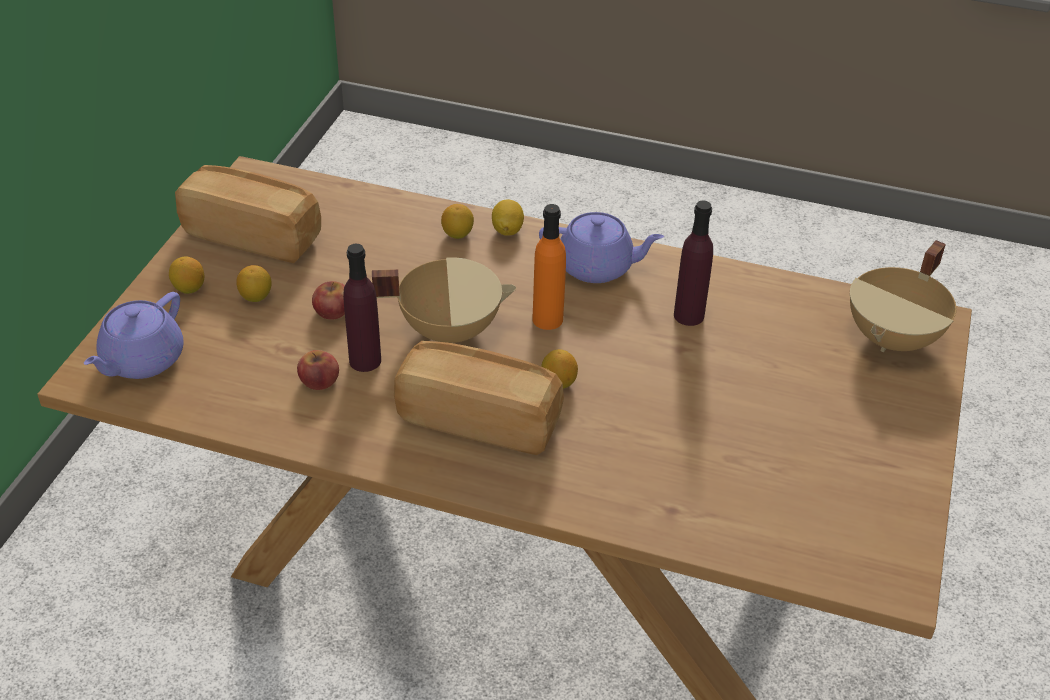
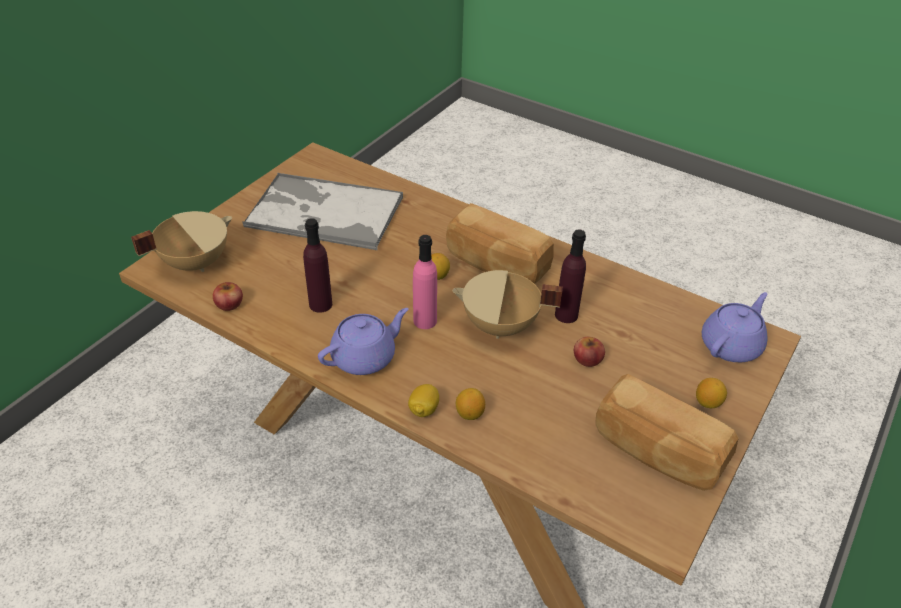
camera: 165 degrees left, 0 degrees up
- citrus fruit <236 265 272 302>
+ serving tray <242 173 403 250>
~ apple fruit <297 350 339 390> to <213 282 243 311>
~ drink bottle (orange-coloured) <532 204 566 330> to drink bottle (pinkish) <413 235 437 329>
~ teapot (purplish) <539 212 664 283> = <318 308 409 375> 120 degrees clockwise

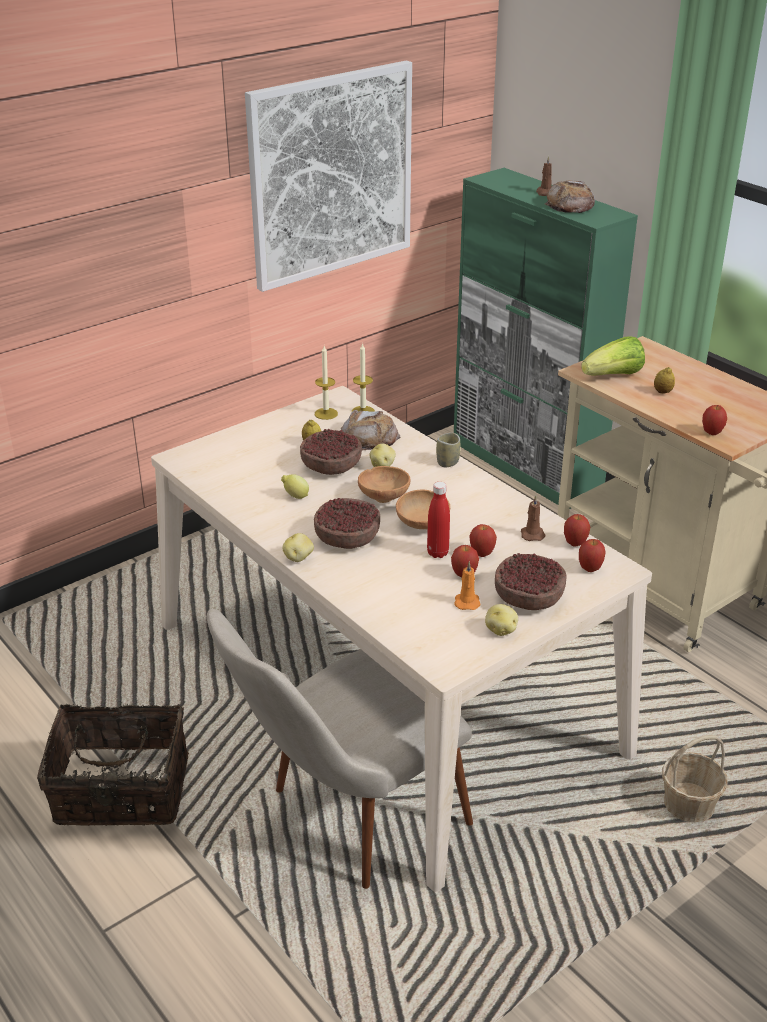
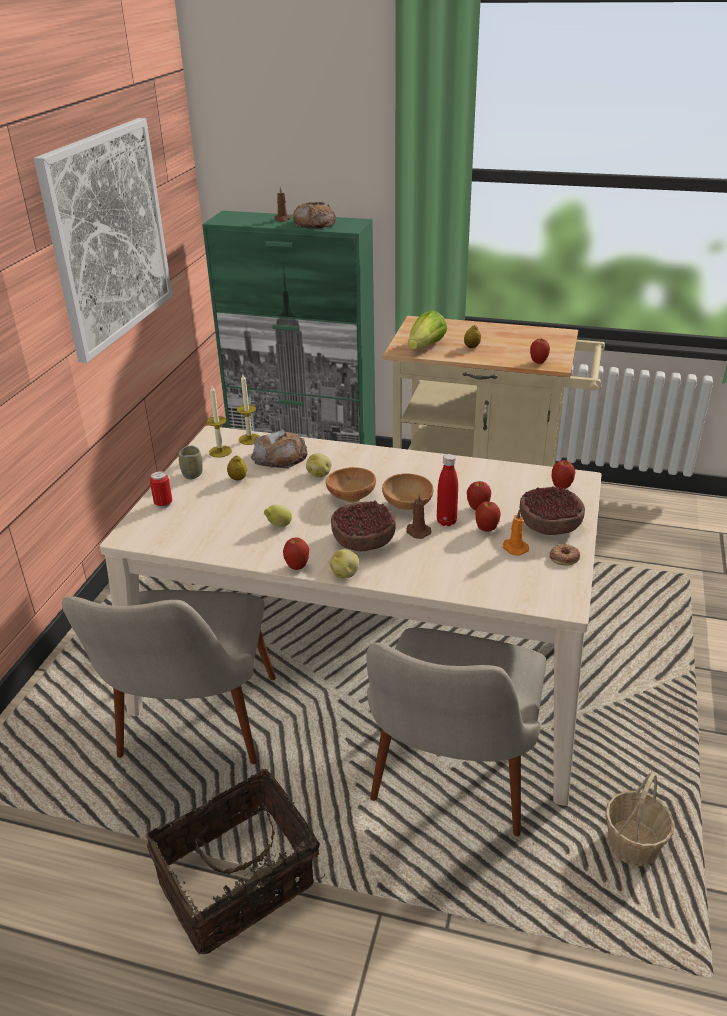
camera: 35 degrees left, 0 degrees up
- deep dish <300 429 362 475>
+ chair (beige-coloured) <62 590 276 764>
+ sealed can <150 471 172 508>
~ small cup <436 433 461 467> to <179 445 203 479>
~ wax light (brownish) <521 495 546 541> to <406 494 431 539>
~ apple fruit <564 514 590 546> to <283 538 309 570>
~ household basket <662 735 728 823> to <605 773 674 866>
~ spud <485 604 518 636> to donut <549 544 580 565>

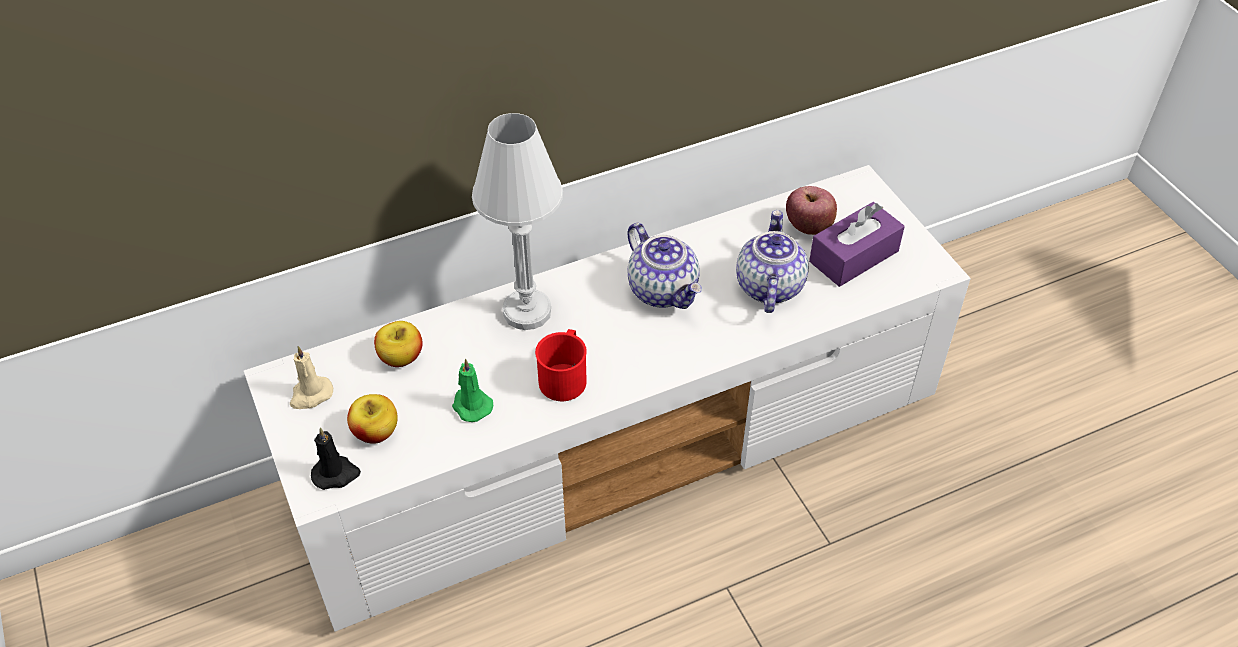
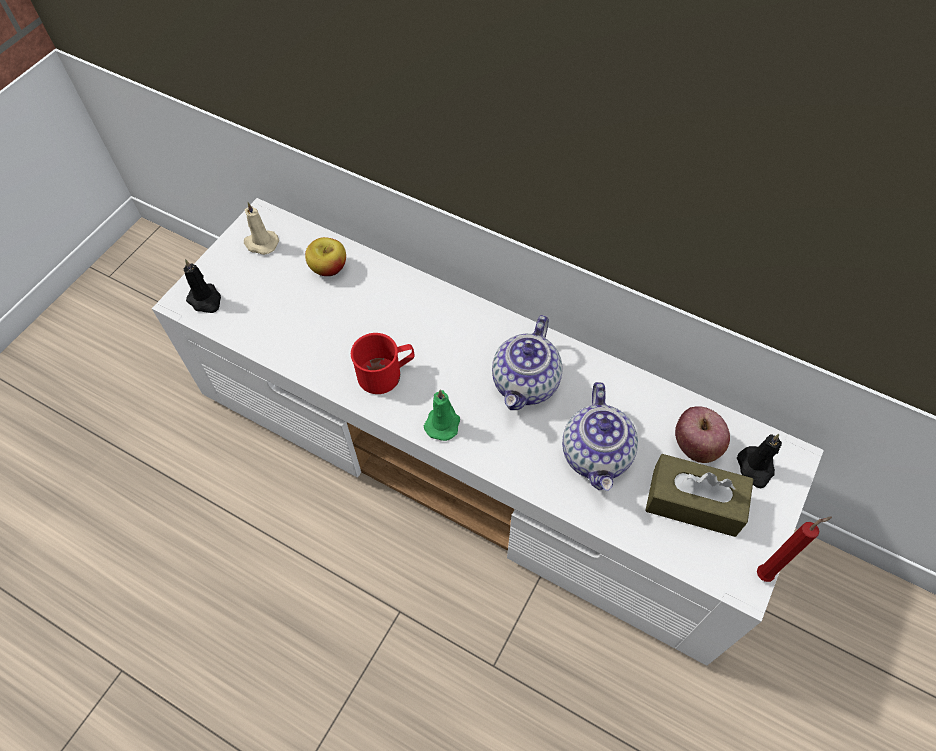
camera: 55 degrees right, 10 degrees up
- apple fruit <347 394 398 444>
- tabletop lamp (whitish) <472 113 563 330>
+ wax light (black-coloured) <737 434 782 488>
+ wax light (red) <757 517 832 582>
~ wax light (green) <452 358 493 422> to <424 389 460 441>
~ tissue box (purplish) <809 202 905 287> to tissue box (brownish) <645 454 754 537>
~ teapot <736 210 809 313> = <562 382 638 491> 120 degrees clockwise

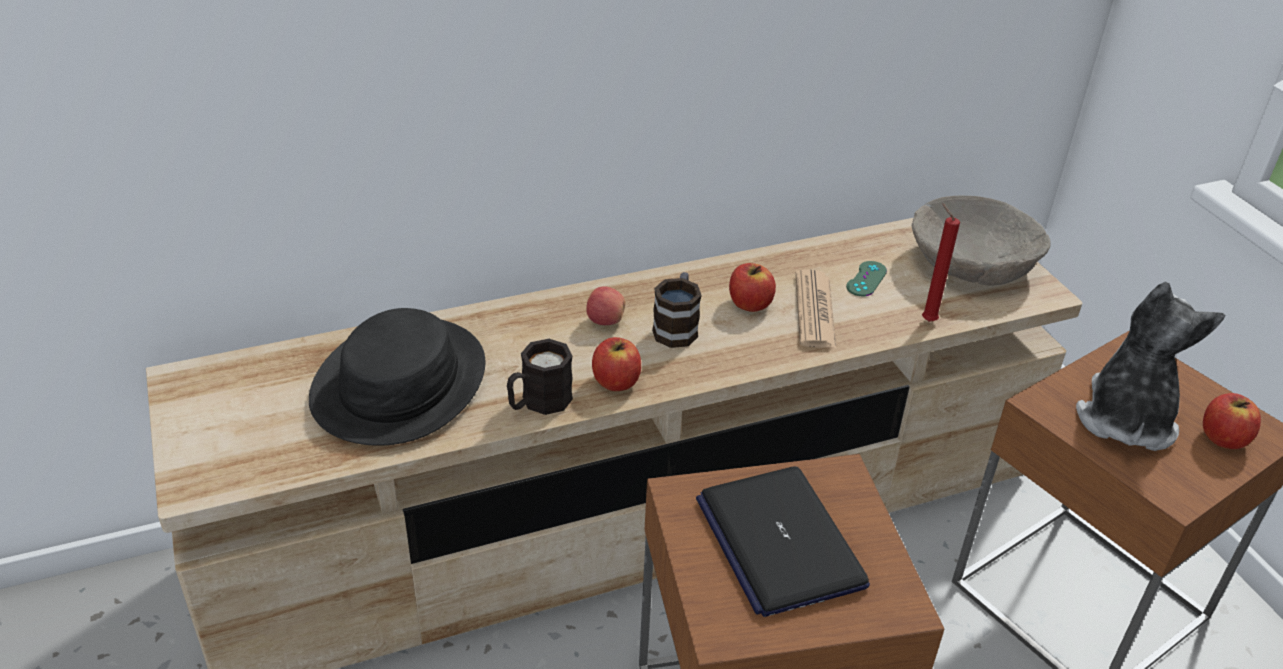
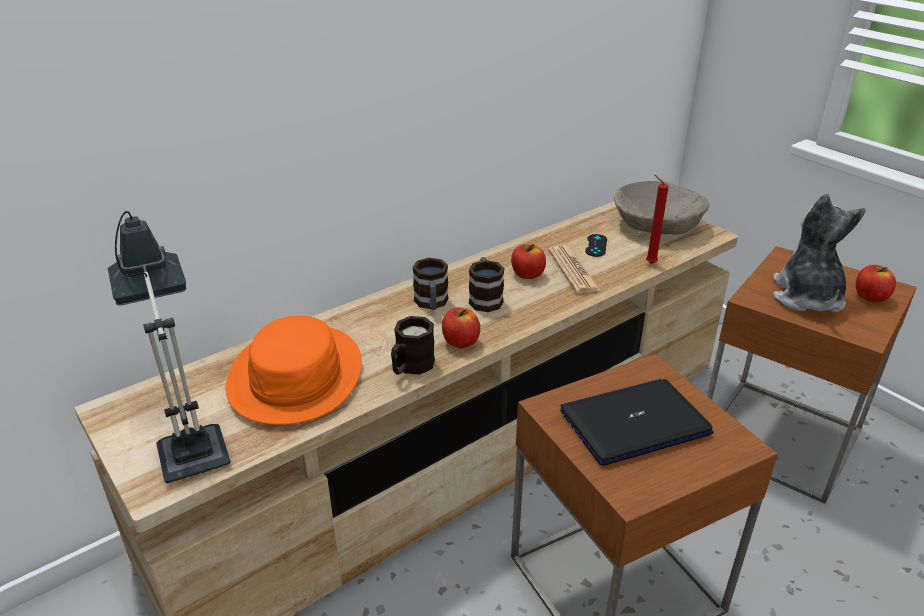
camera: 15 degrees left, 5 degrees down
+ tabletop lamp <108 211 231 483>
~ apple fruit <586 286 625 325> to tea mug <412 258 449 310>
~ clothing hat (black-coloured) <309 308 486 446> to clothing hat (orange-coloured) <226 316 362 425>
~ joypad (green) <846 261 887 296> to joypad (black-coloured) <585 234 607 257>
~ notebook computer <696 467 870 617> = <560 379 713 466> 105 degrees clockwise

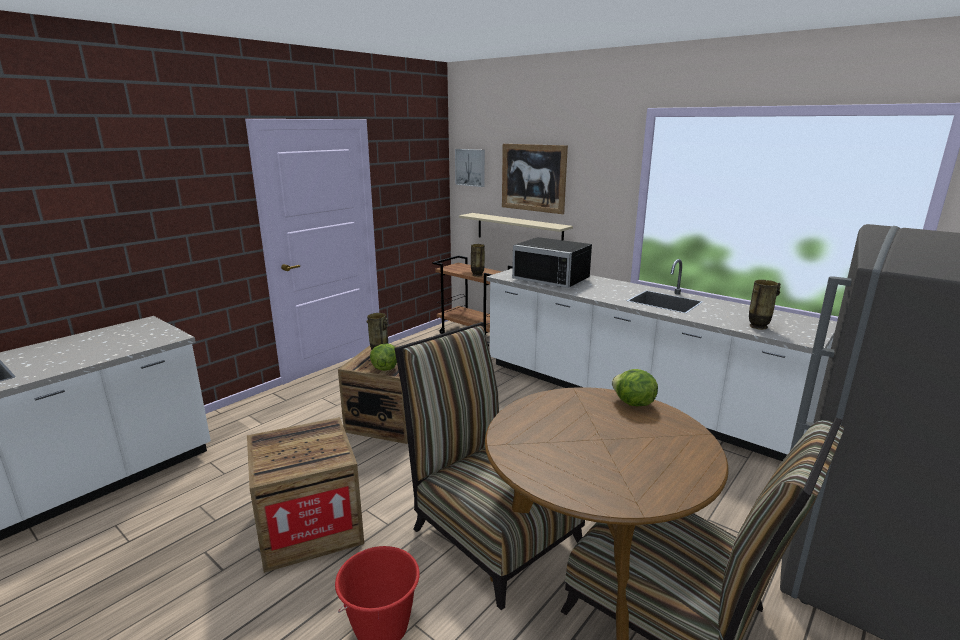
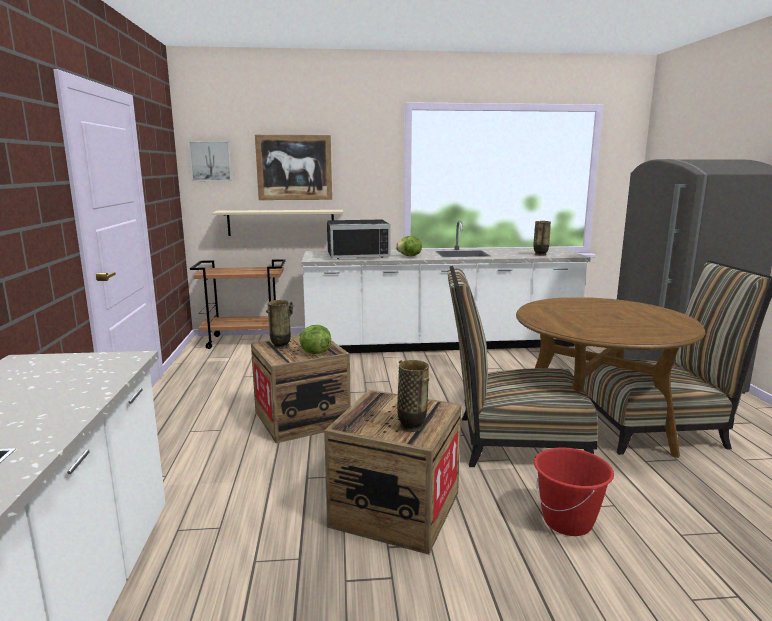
camera: 45 degrees left, 5 degrees down
~ flower vase <471 244 485 277> to <397 360 429 432>
~ lettuce head <612 369 658 406> to <396 236 422 256>

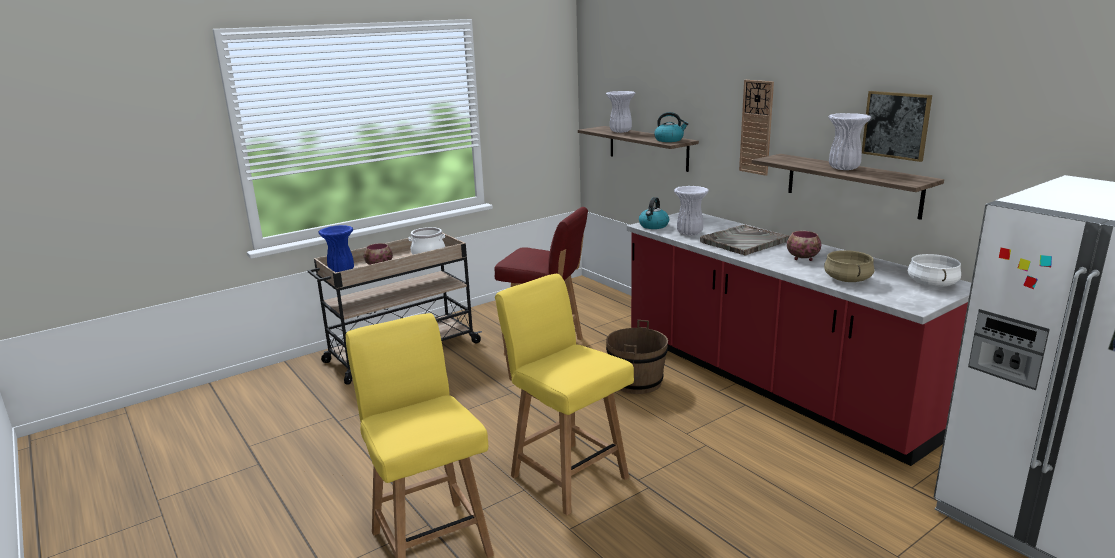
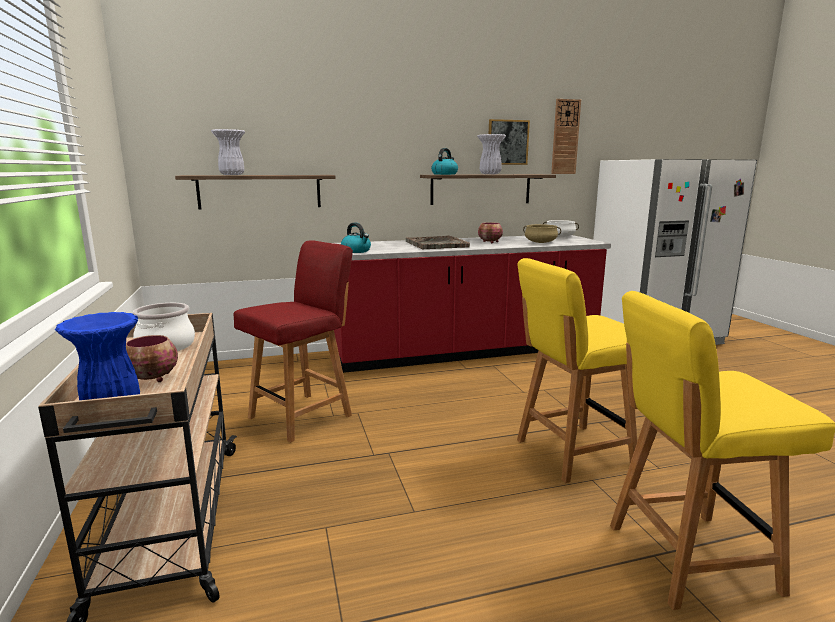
camera: 70 degrees left, 5 degrees down
- bucket (brownish) <606 320 668 394>
- flower vase (whitish) <674 186 709 235>
~ kettle <654 112 688 142> to <431 148 458 175>
~ wall clock <739 80 774 176> to <551 99 581 174>

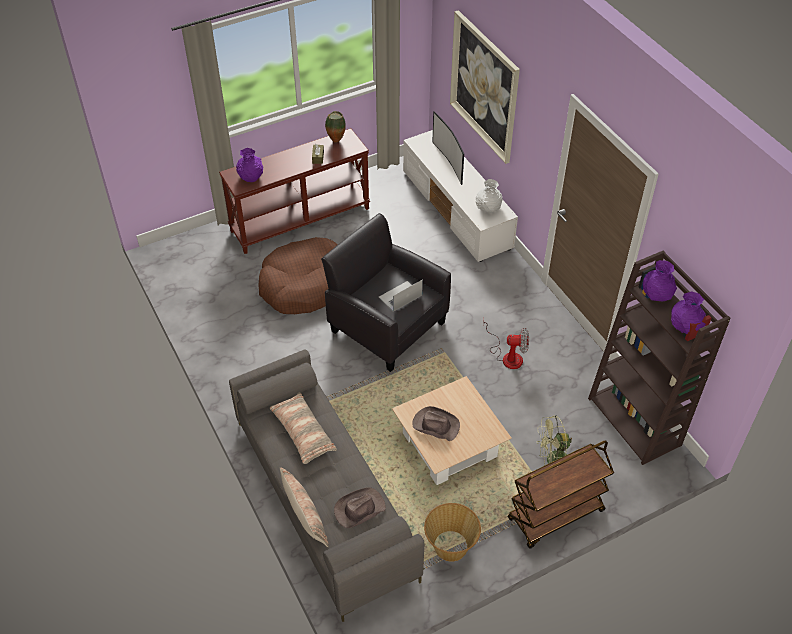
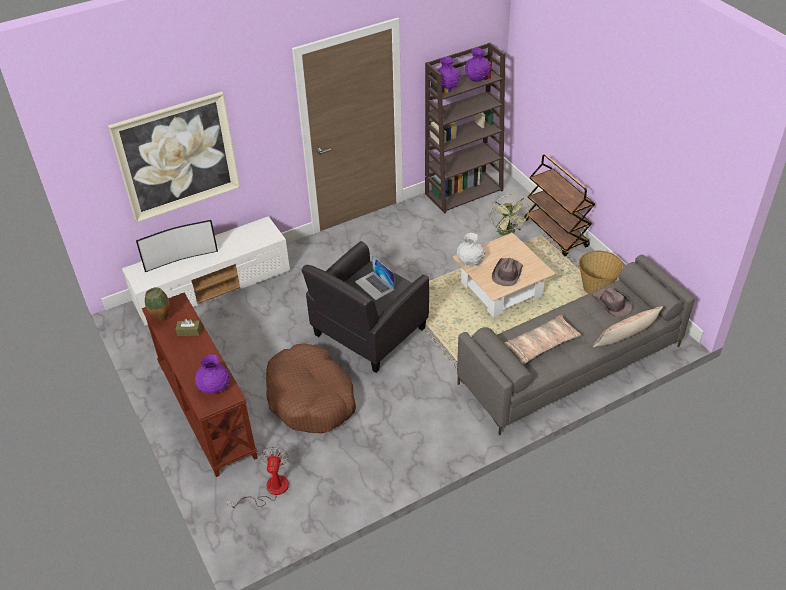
camera: 90 degrees left, 5 degrees down
~ flower vase (whitish) <476 179 503 213> to <457 233 485 266>
~ fan <483 318 529 369> to <227 447 289 508>

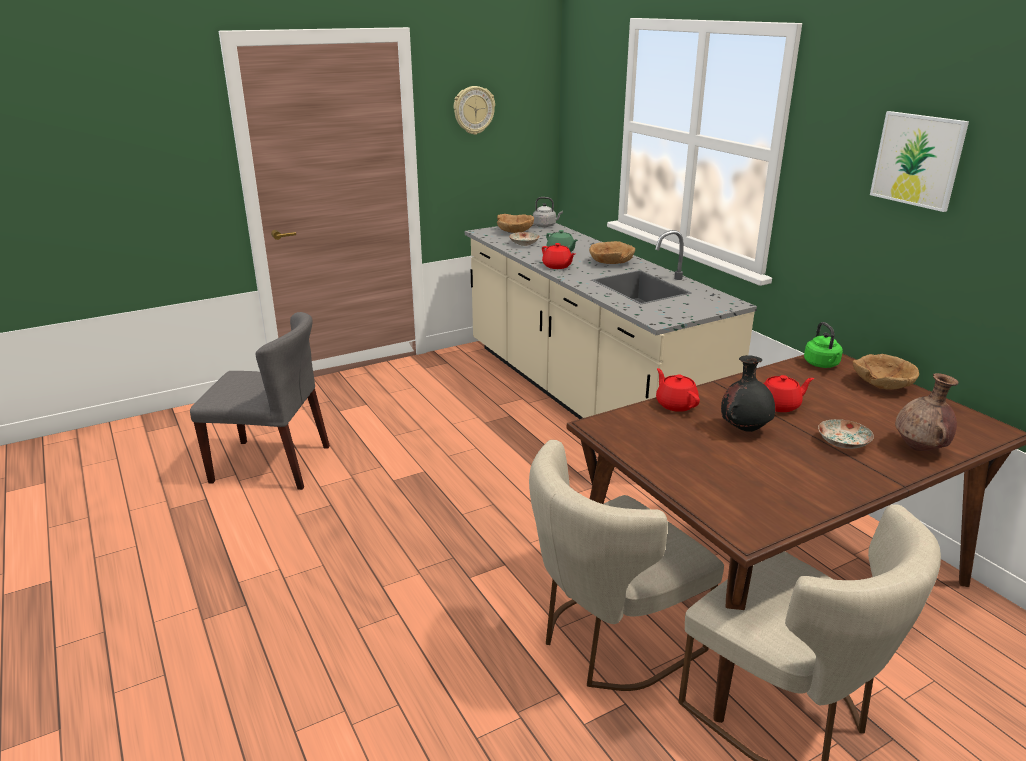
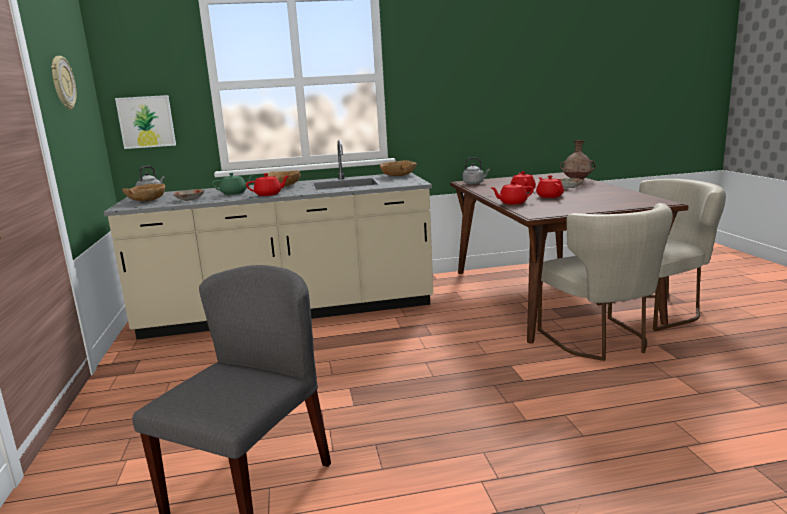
camera: 70 degrees left, 10 degrees down
~ deep dish (brownish) <853 354 919 390> to <380 160 417 176>
~ wall picture <870 111 969 212> to <115 95 176 149>
~ flower vase (black-coloured) <721 355 775 432> to teapot (red) <536 175 564 198>
~ kettle (green) <804 322 843 368> to kettle (grey) <463 158 490 184>

